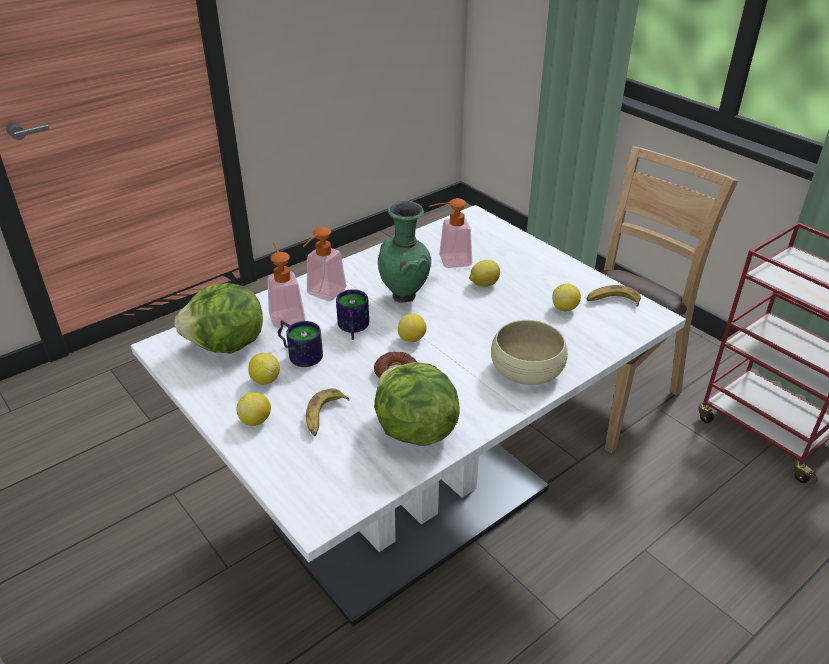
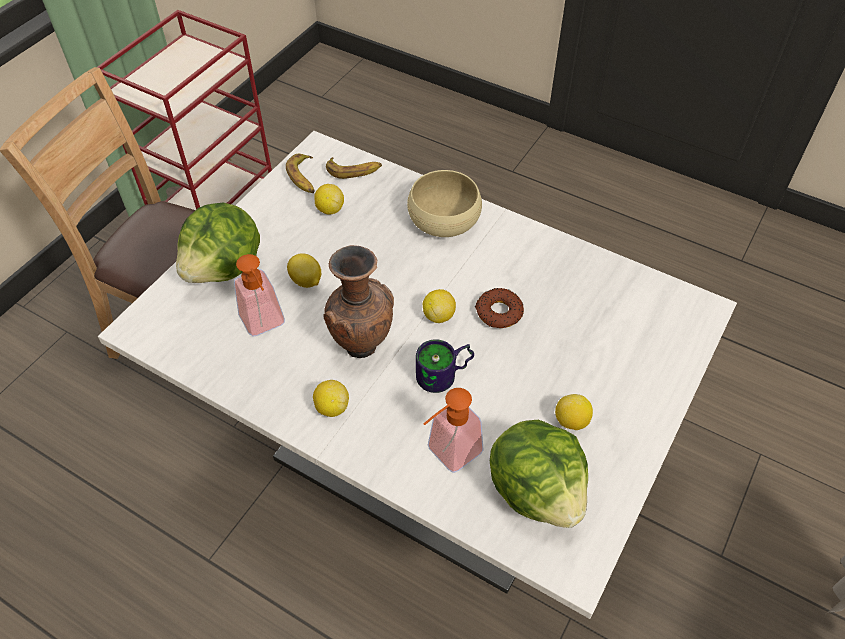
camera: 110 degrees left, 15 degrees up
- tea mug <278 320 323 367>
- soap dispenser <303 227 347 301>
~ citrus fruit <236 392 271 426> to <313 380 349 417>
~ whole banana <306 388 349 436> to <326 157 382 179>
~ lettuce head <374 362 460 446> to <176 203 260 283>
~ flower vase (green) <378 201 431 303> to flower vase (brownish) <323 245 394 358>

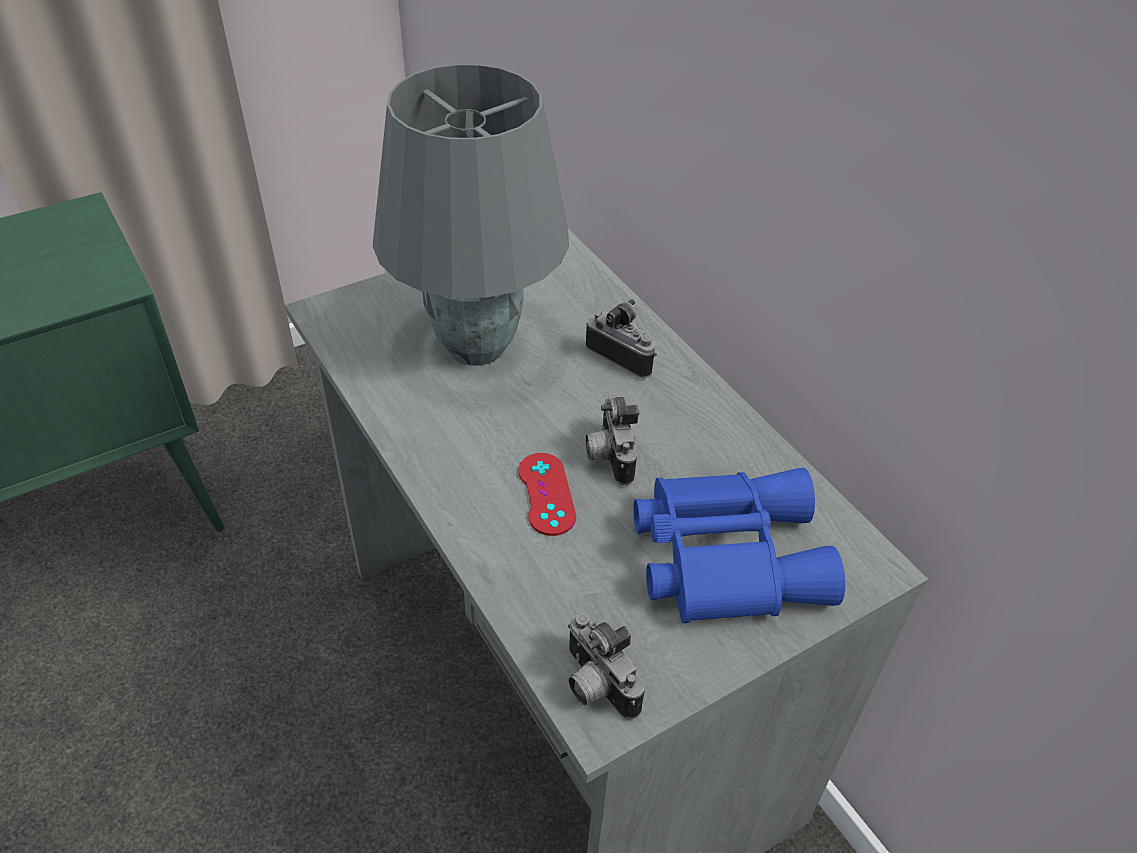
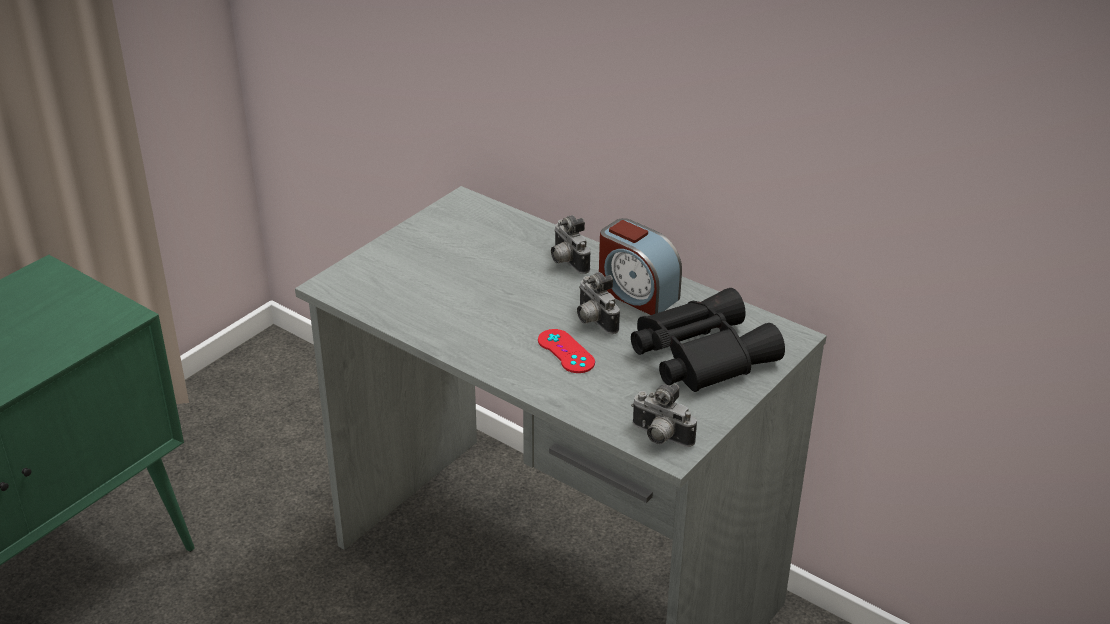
camera: 20 degrees left, 10 degrees down
- tabletop lamp (grey) <373 64 569 366>
+ bedside clock <599 218 682 315>
~ field glasses (bluish) <633 468 845 623> to field glasses (black-coloured) <631 288 785 392>
~ photo camera <585 299 657 378> = <551 215 590 274> 135 degrees counterclockwise

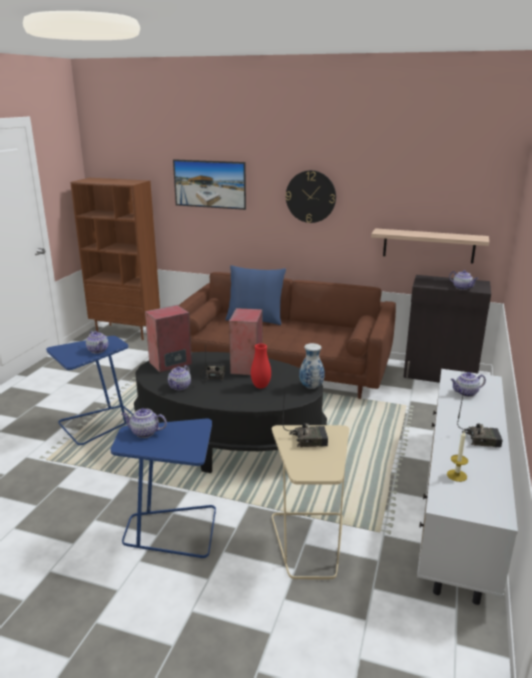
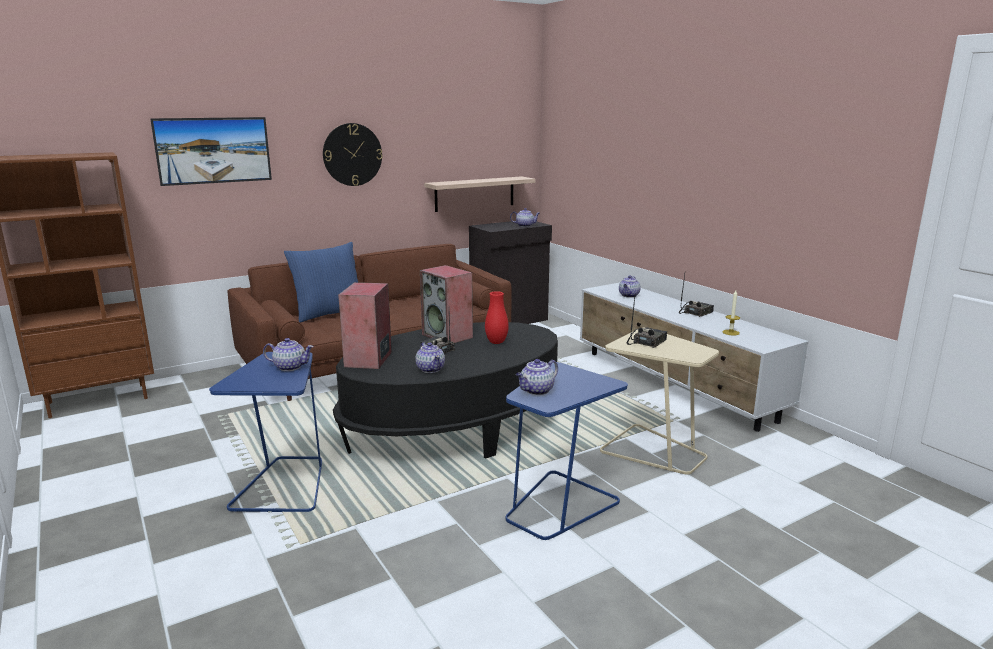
camera: 50 degrees left, 5 degrees down
- flower vase <299 343 325 389>

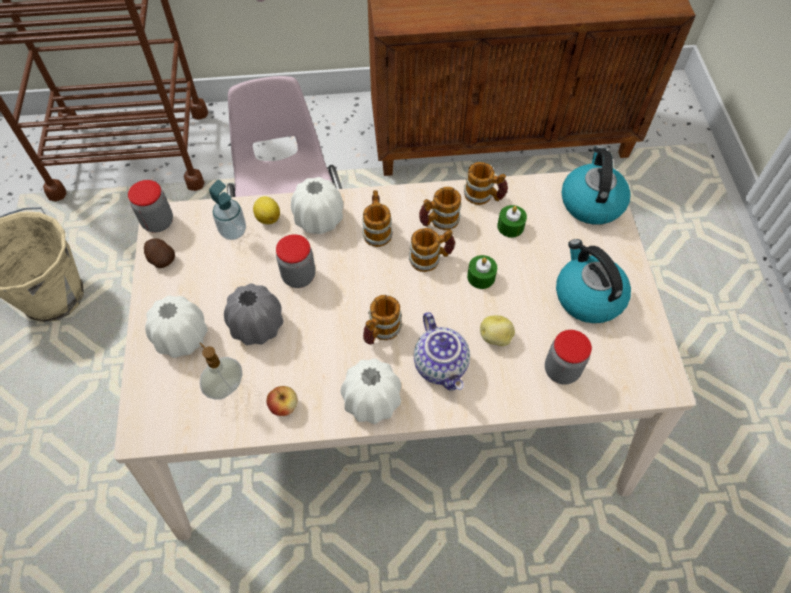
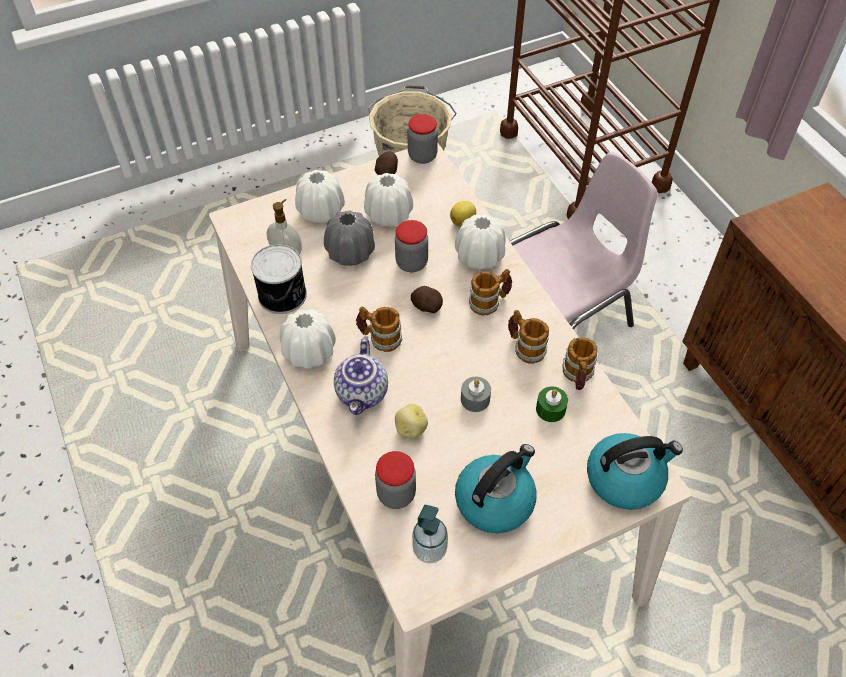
camera: 70 degrees right, 5 degrees down
- tea mug <409 228 455 272>
+ flower vase (whitish) <364 173 413 227>
+ spud <411 286 443 313>
~ soap dispenser <209 180 246 240> to <412 505 448 564>
~ apple fruit <266 386 298 416> to sealed can <251 244 307 314>
~ wax light (green) <467 255 497 289> to wax light (grey) <461 377 491 412>
~ teapot <414 312 470 391> = <334 339 388 415> 45 degrees counterclockwise

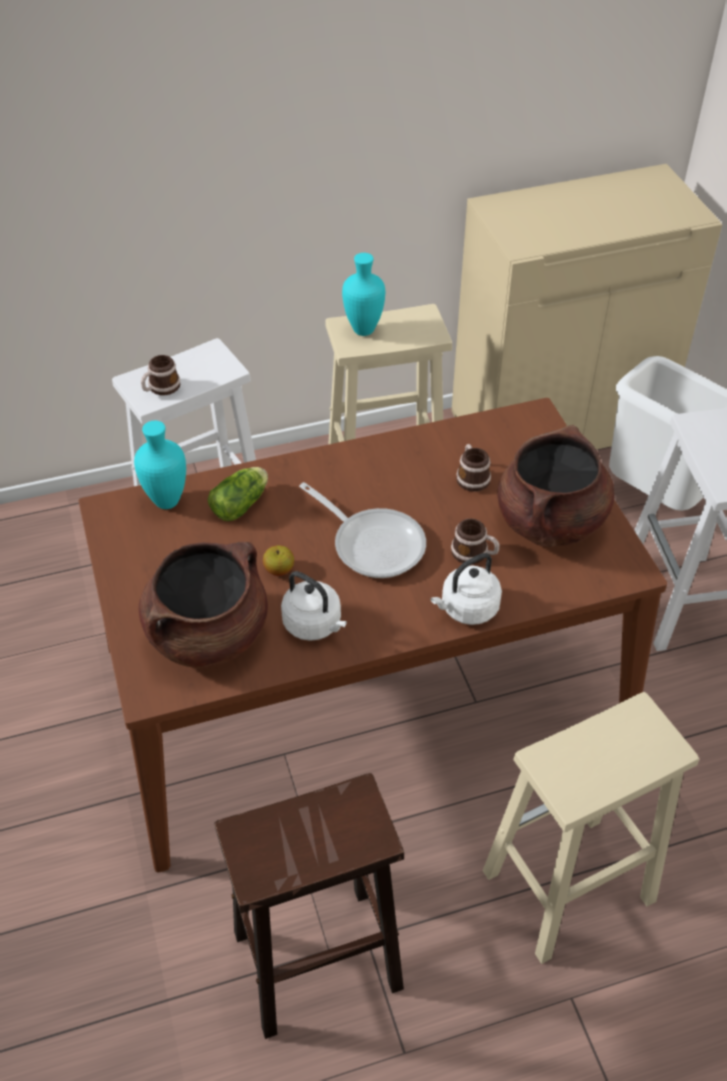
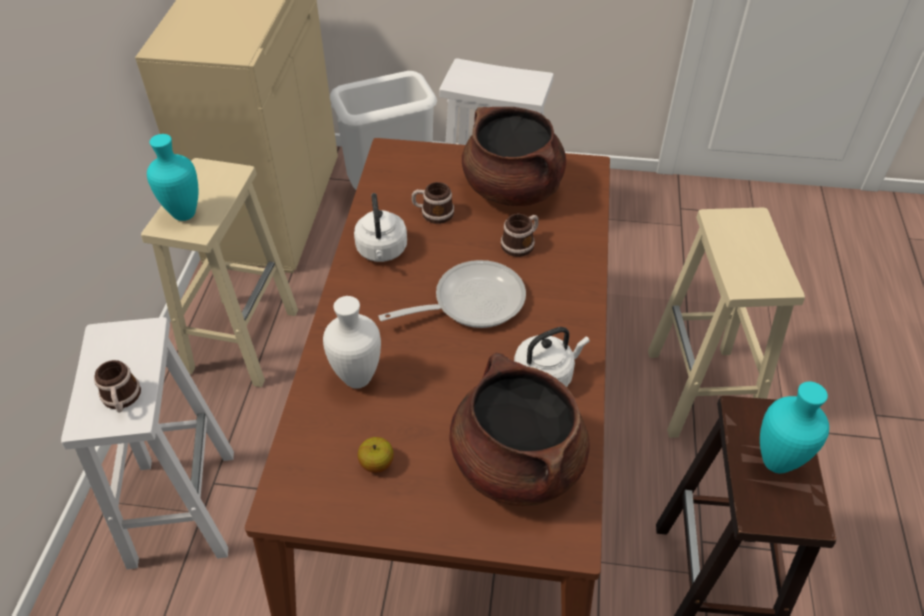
camera: 65 degrees left, 0 degrees up
~ flower vase (turquoise-coloured) <134 421 186 509> to <760 381 829 474>
~ apple fruit <263 545 294 576> to <358 437 394 473>
~ kettle (whitish) <431 553 502 625> to <354 193 407 262>
~ lettuce head <208 467 268 521> to flower vase (whitish) <323 296 381 389>

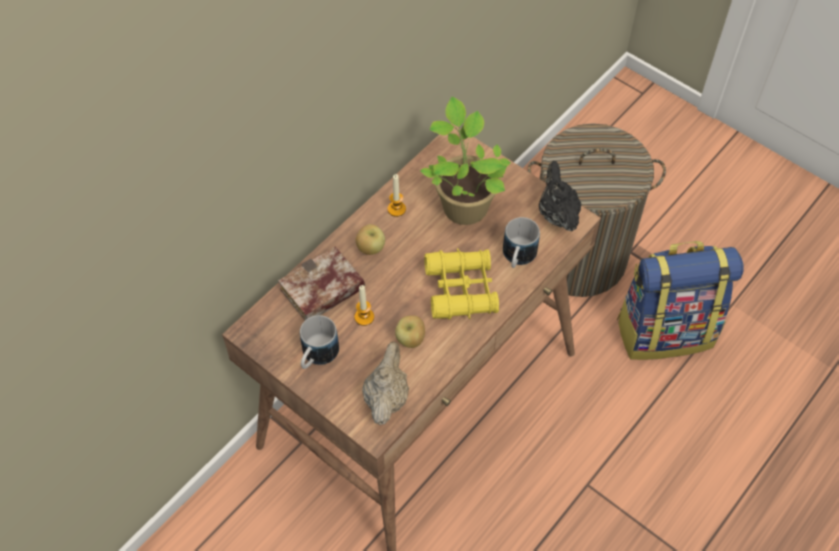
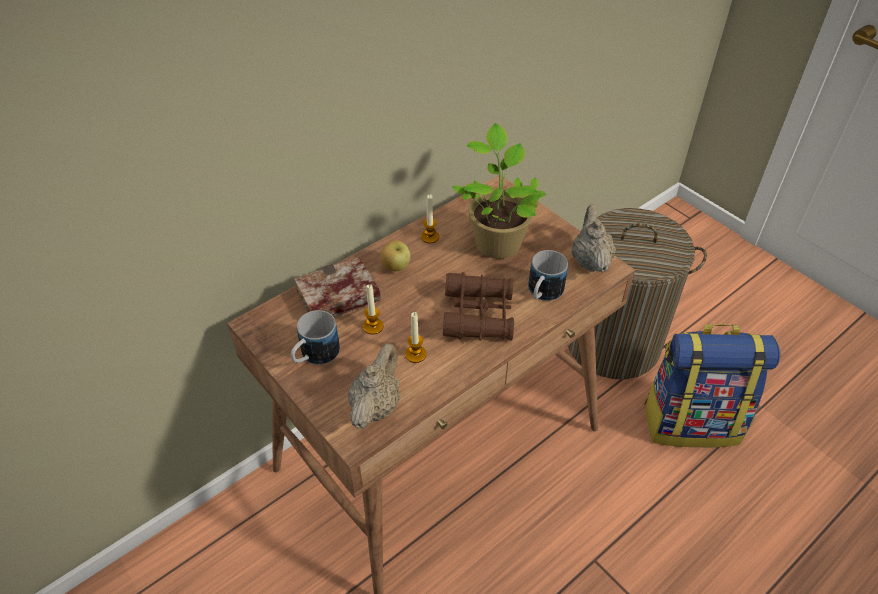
camera: 10 degrees right, 10 degrees down
~ apple fruit <395 315 425 348> to wax light <405 312 426 363>
~ field glasses (yellow) <424 248 499 319> to field glasses (brownish) <443 272 514 341>
~ teapot (black-coloured) <539 161 582 232> to teapot (beige-coloured) <572 204 616 272>

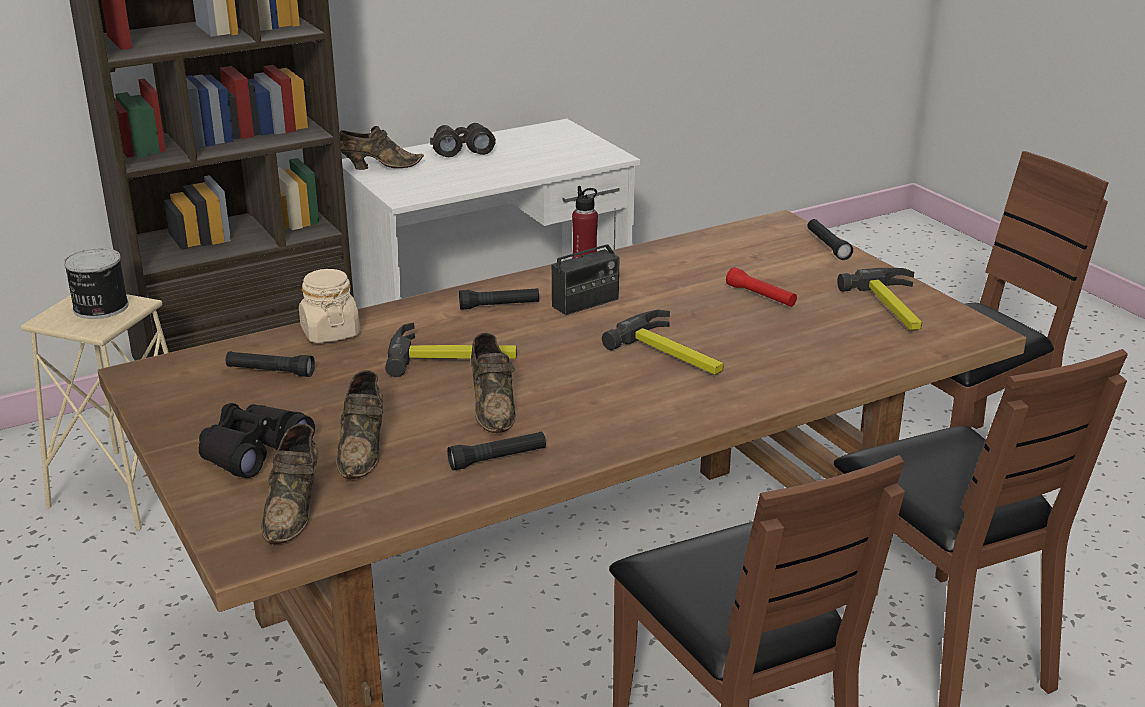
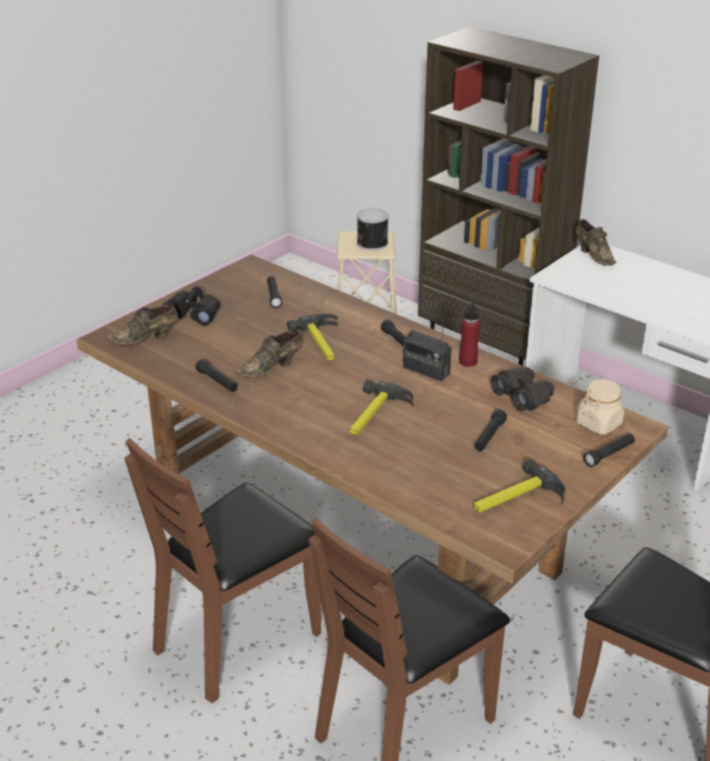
camera: 70 degrees right, 5 degrees up
- low shoe (brownish) <336 370 383 479>
~ jar (beige-coloured) <299 269 360 343> to <576 380 624 435>
~ field glasses (black-coloured) <430 123 496 157> to <490 367 554 411>
~ flashlight (red) <726 267 797 307> to flashlight (black-coloured) <474 409 507 451>

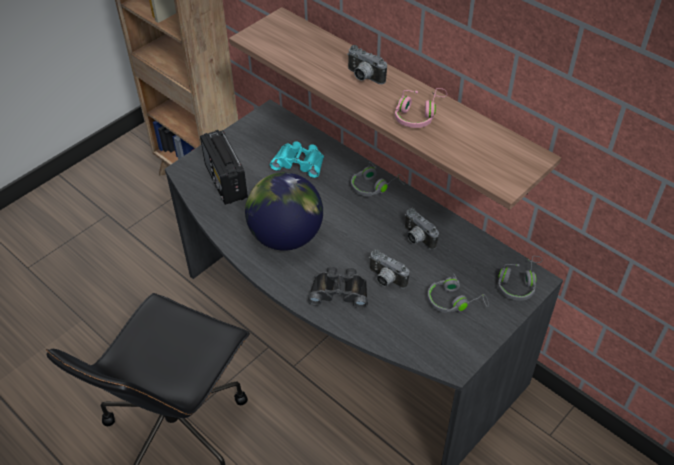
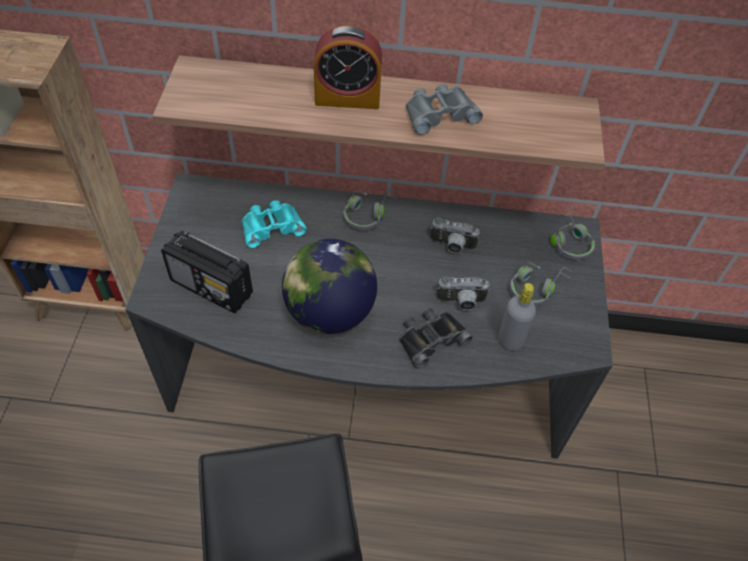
camera: 40 degrees left, 5 degrees up
+ drink bottle (grey) <499 283 536 351>
~ photo camera <347 45 387 84> to bedside clock <314 25 382 109>
~ headphones (pinkish) <395 88 447 128> to field glasses (grey) <406 84 483 135>

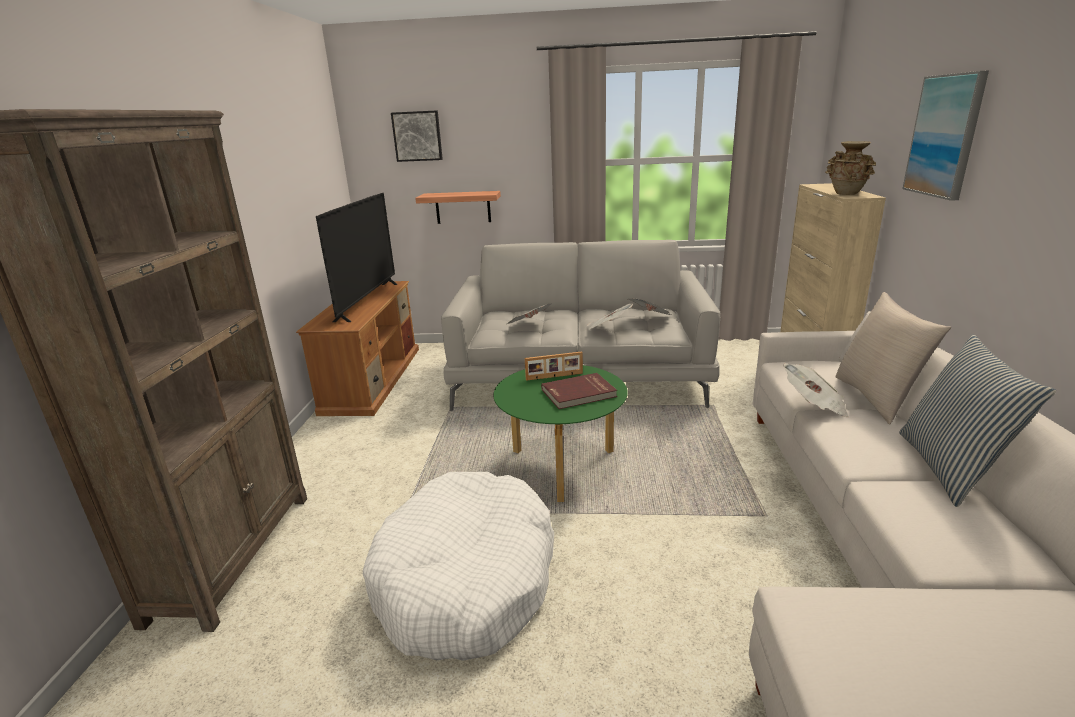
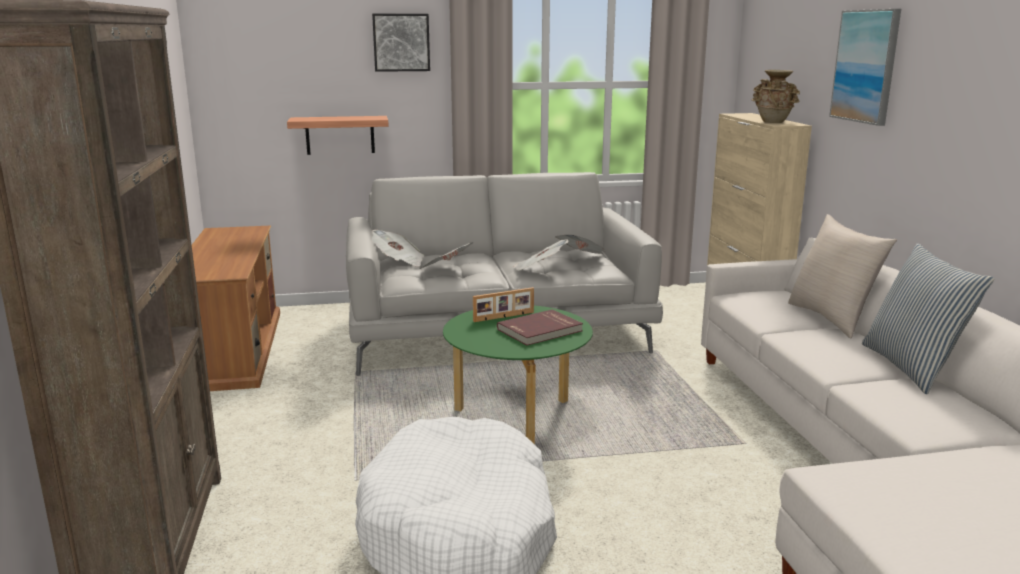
camera: 15 degrees left, 5 degrees down
- TV <316 193 398 322>
~ wall picture <391 111 443 162> to <372 14 430 72>
~ daily paper <783 363 848 417> to <371 230 424 267>

